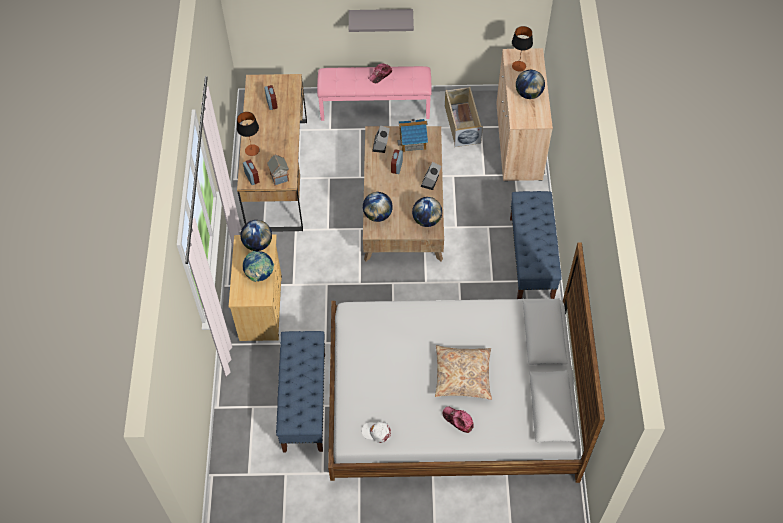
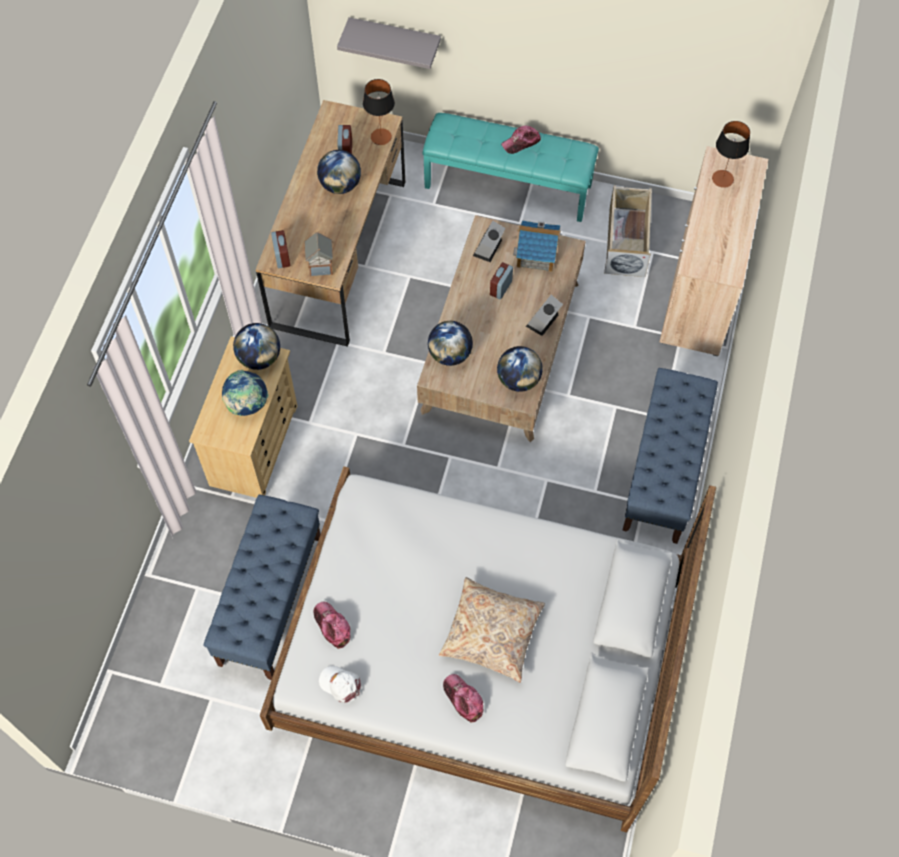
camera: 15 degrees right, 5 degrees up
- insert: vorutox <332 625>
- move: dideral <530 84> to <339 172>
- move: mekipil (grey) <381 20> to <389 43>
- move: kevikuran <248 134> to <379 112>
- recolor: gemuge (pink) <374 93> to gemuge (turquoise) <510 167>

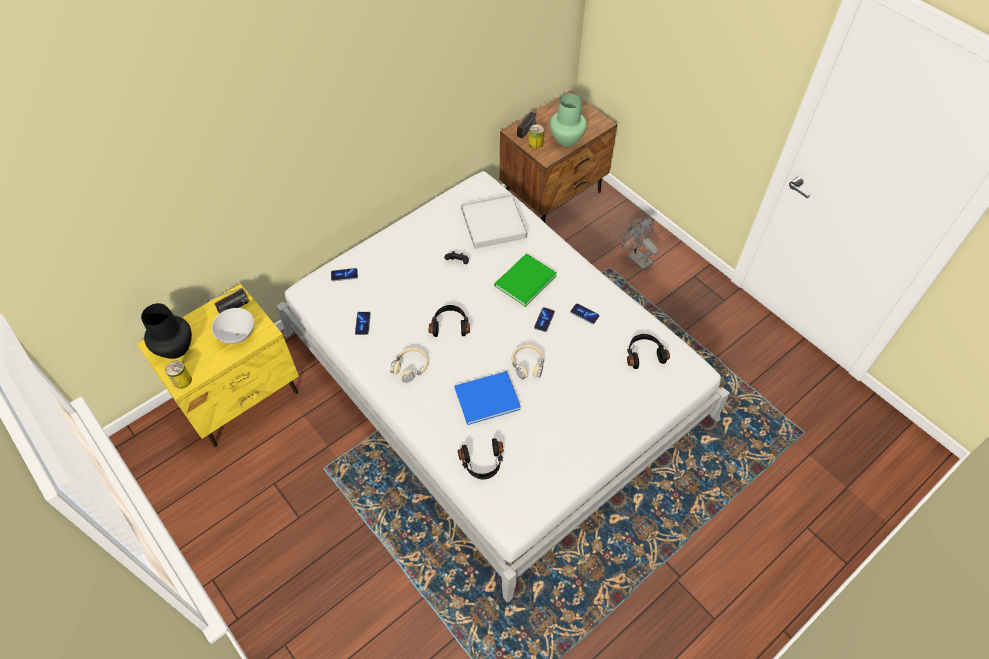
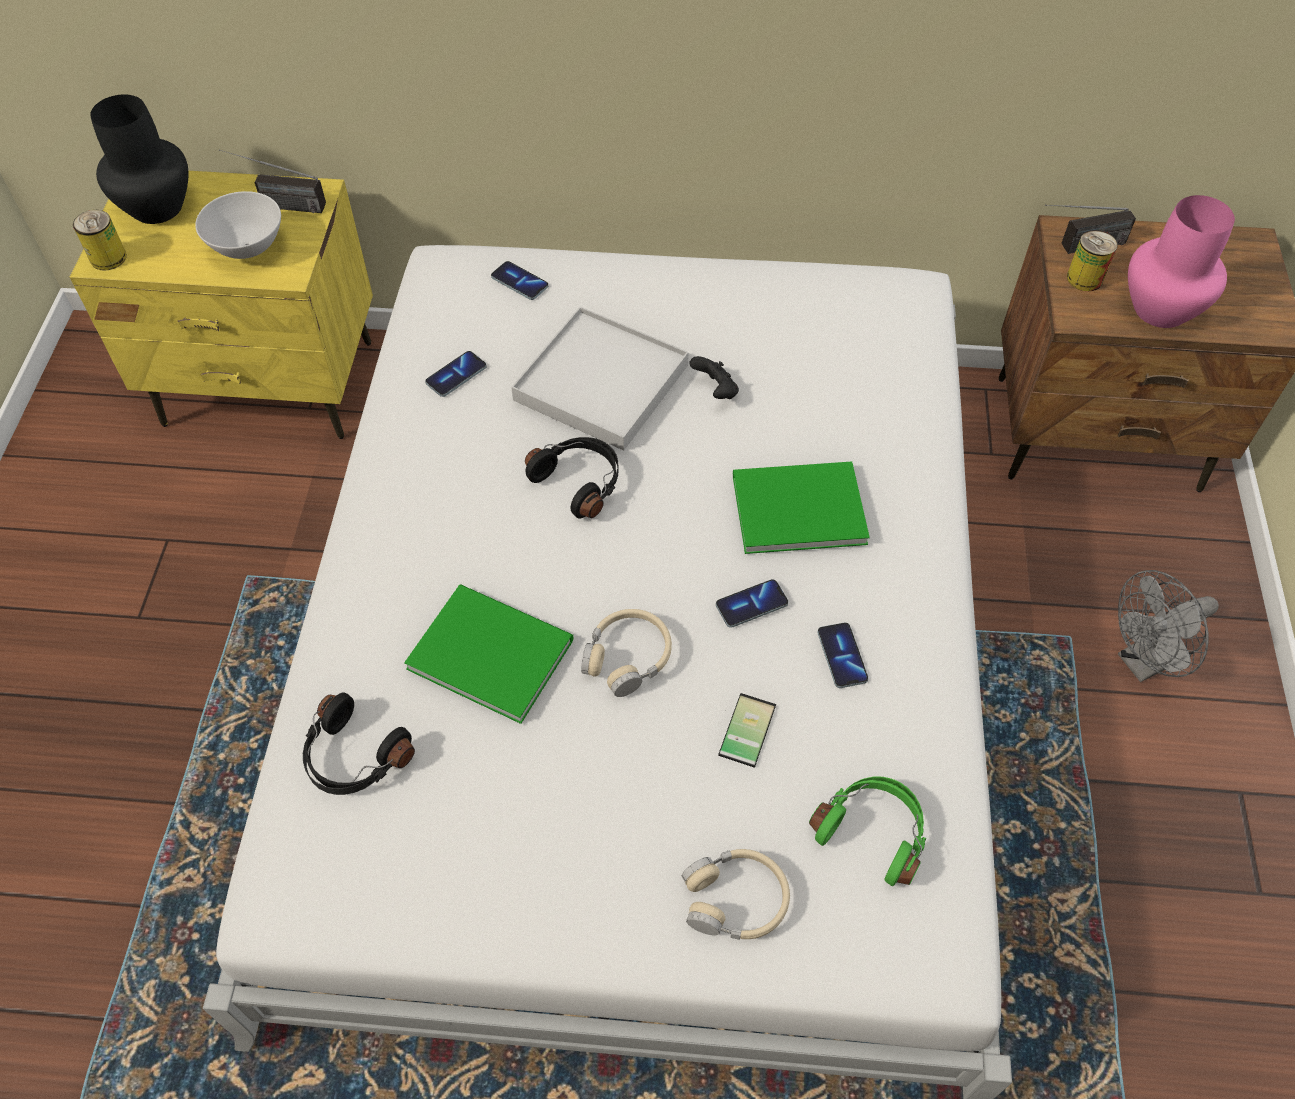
camera: 45 degrees right, 0 degrees up
- recolor: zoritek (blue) <487 398> to zoritek (green) <488 654>
- move: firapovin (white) <494 221> to <600 379>
- move: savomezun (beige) <409 365> to <736 894>
- insert: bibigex <747 730>
- recolor: savomezun (black) <648 351> to savomezun (green) <867 831>
- rotate: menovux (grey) <640 244> = <1168 626> 120 degrees counterclockwise
- recolor: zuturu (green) <568 120> to zuturu (pink) <1181 261>

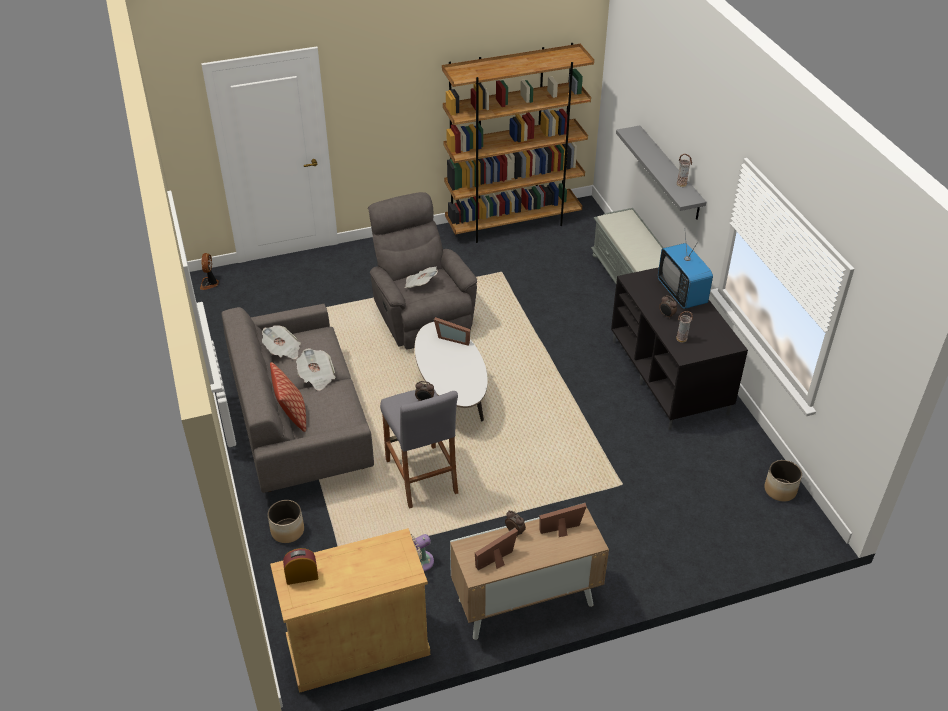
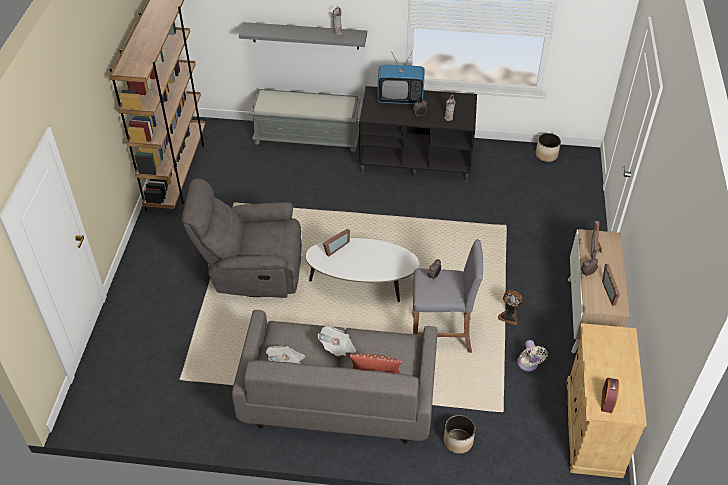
camera: 65 degrees left, 5 degrees up
- move: menovux <209 271> to <510 307>
- delete: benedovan <421 277>

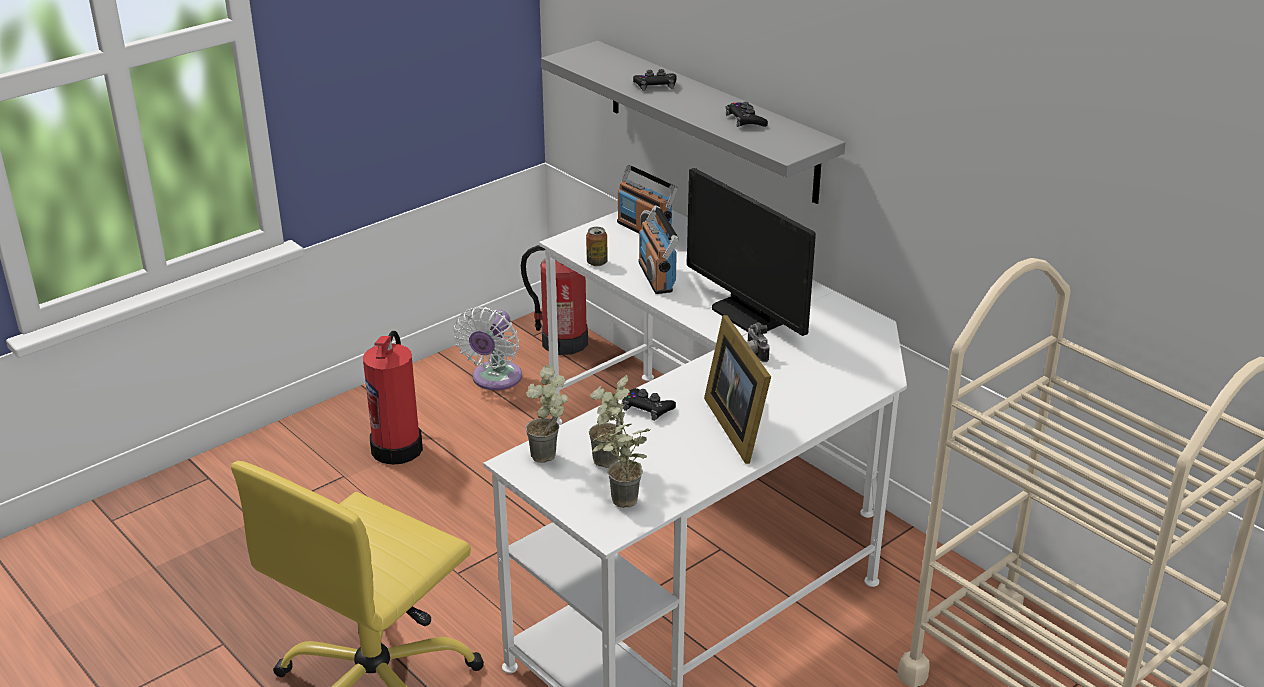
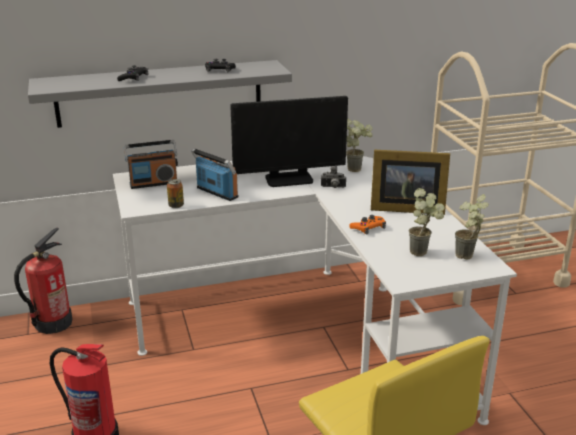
camera: 65 degrees left, 5 degrees down
- rotate: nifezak <659 249> = <214 174> 150 degrees counterclockwise
- move: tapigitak <546 414> to <359 145>
- recolor: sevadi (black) <649 404> to sevadi (orange) <367 225>
- delete: menovux (white) <487 348>

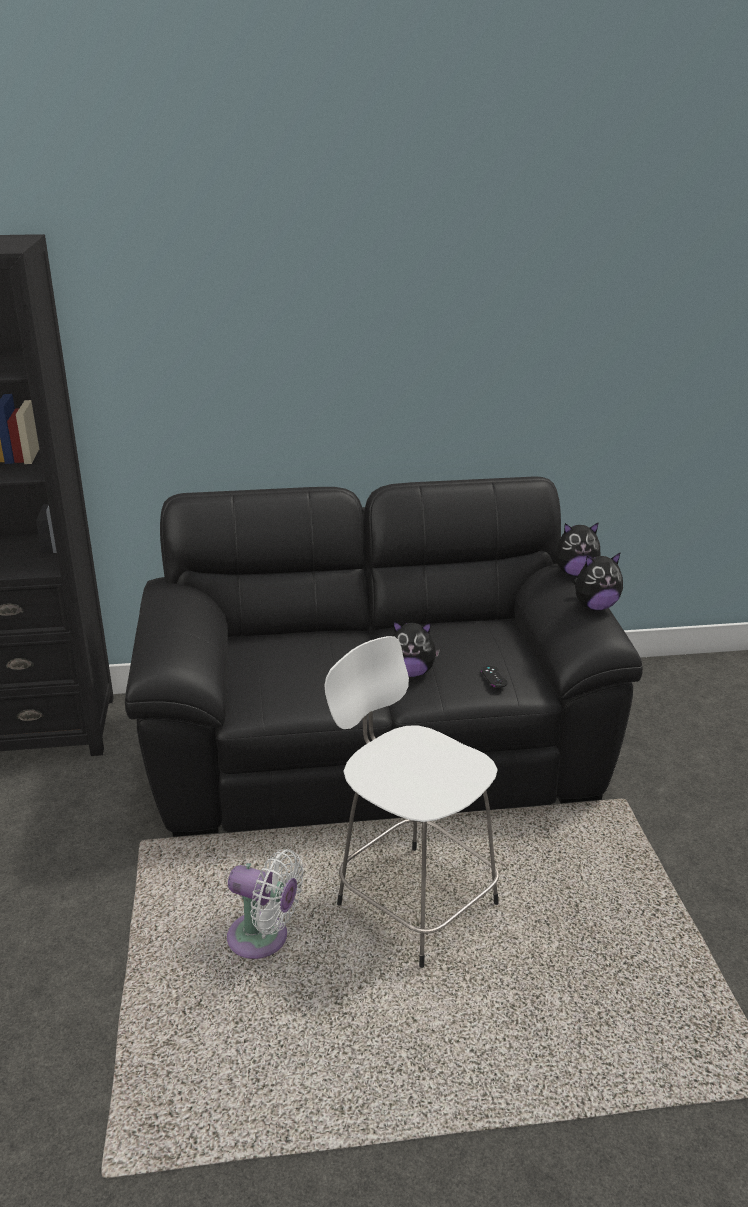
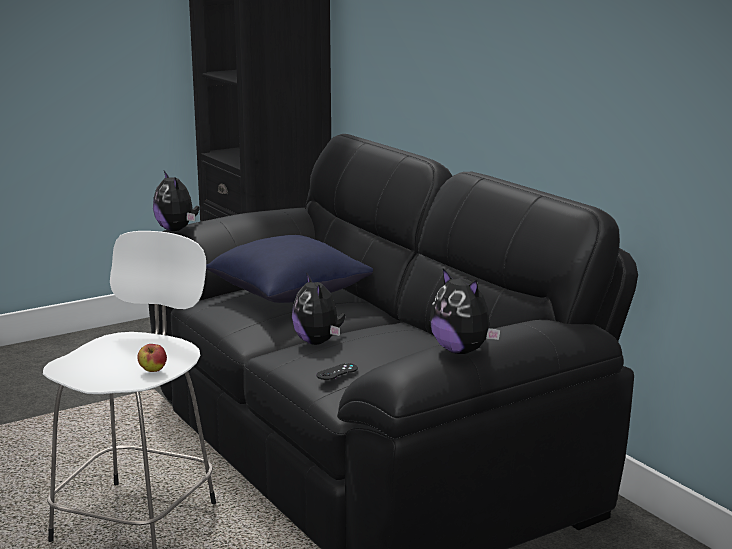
camera: 65 degrees right, 10 degrees down
- insert: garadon <152 358>
- move: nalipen <578 549> to <176 201>
- insert: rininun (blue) <289 269>
- delete: menovux (white) <265 904>

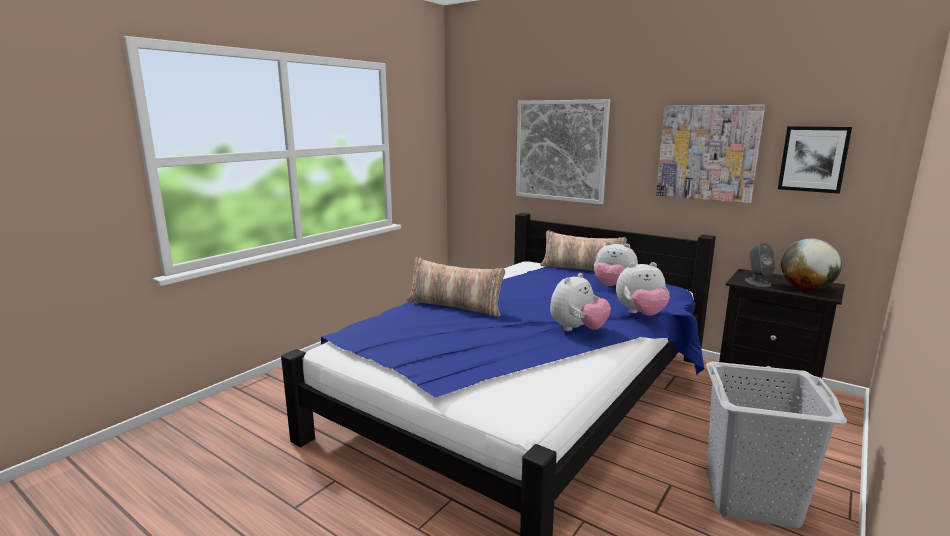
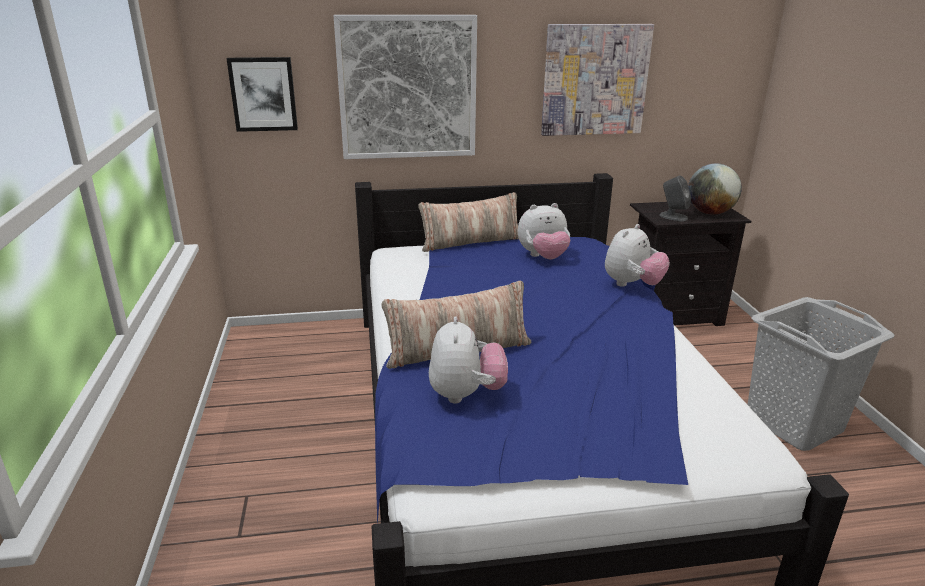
camera: 45 degrees left, 10 degrees up
- move: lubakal <815 160> to <262 94>
- move: nalipen <580 302> to <468 360>

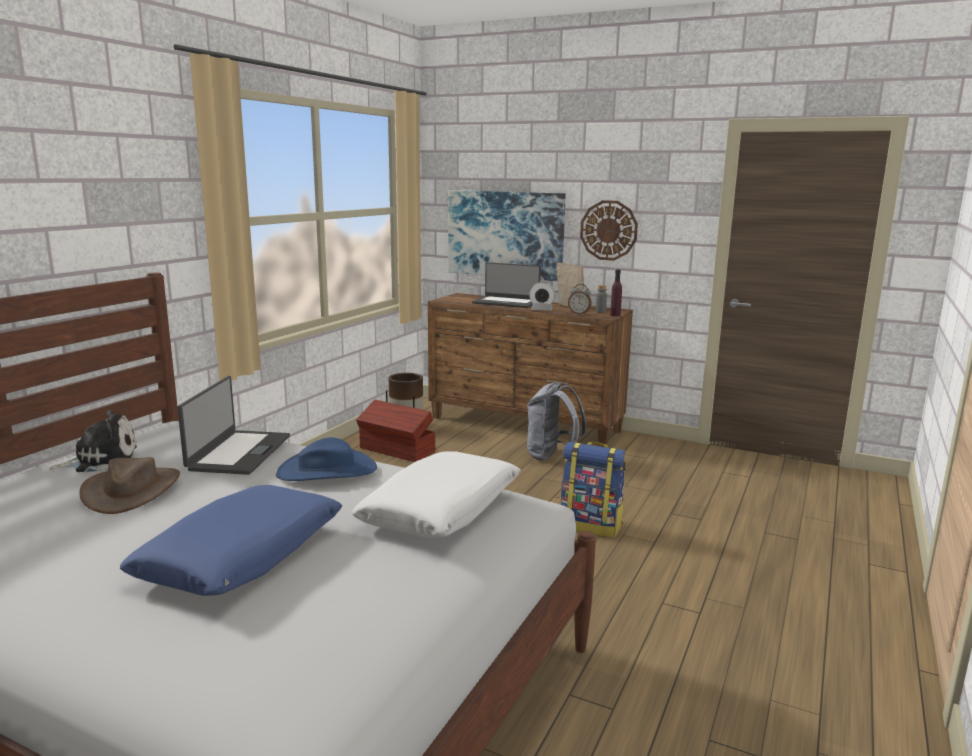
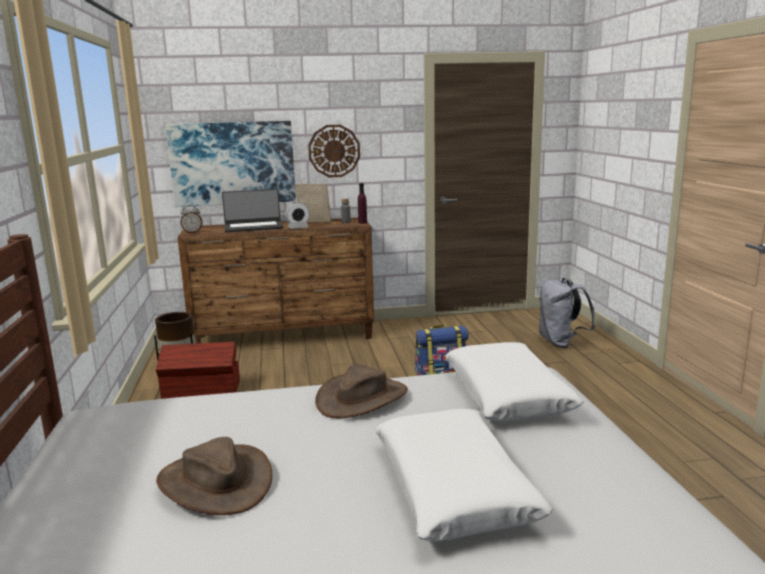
camera: 35 degrees left, 0 degrees up
- move: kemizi <580 299> to <191 219>
- recolor: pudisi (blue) <326 459> to pudisi (brown) <361 391>
- recolor: rininun (blue) <231 540> to rininun (white) <464 475>
- move: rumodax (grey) <557 421> to <567 313>
- delete: nalipen <93 441>
- delete: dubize <233 425>

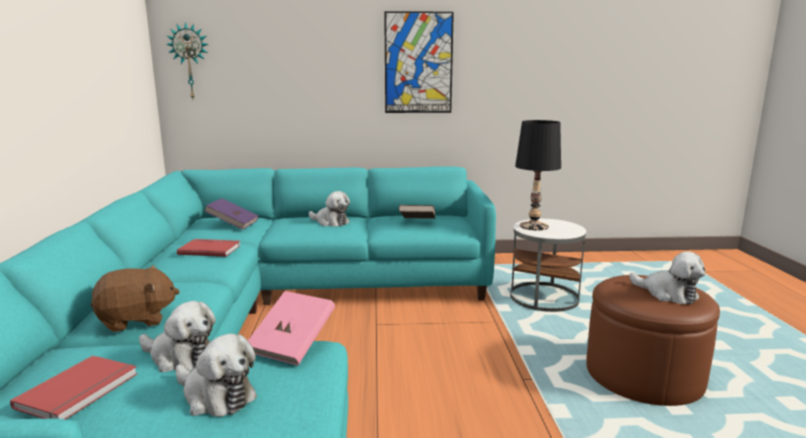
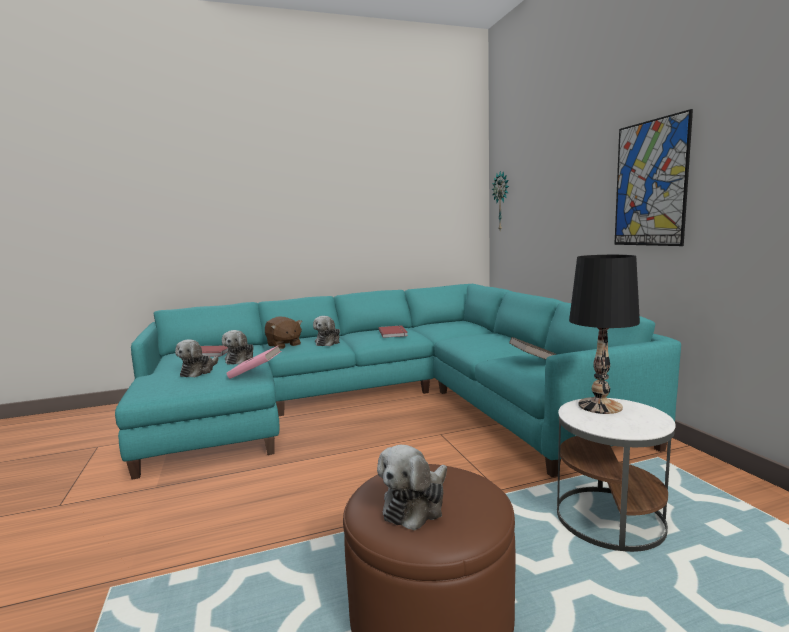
camera: 75 degrees right, 5 degrees down
- move: nalipen <329 209> to <326 331>
- delete: zoritek (purple) <231 214>

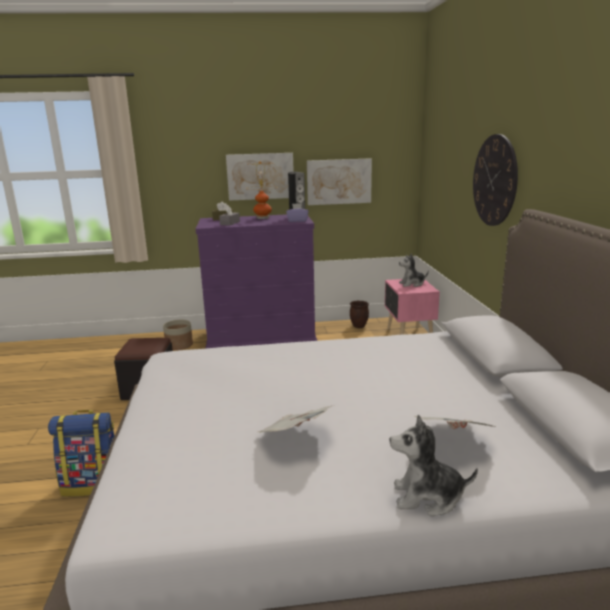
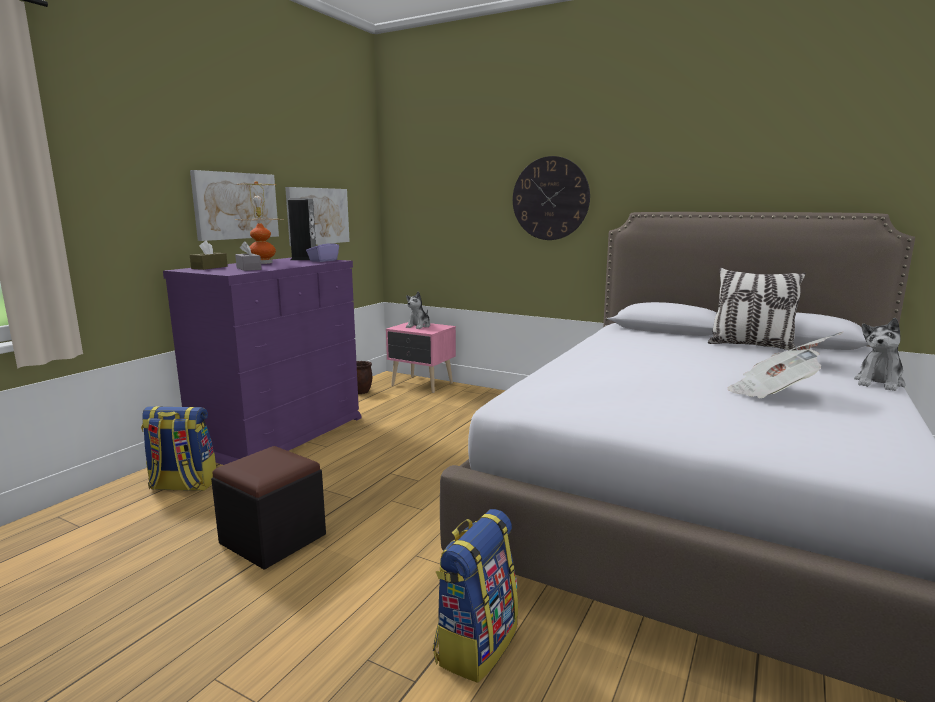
camera: 55 degrees left, 5 degrees down
- replace: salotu <178 334> to rumodax <178 448>
- insert: rininun <757 309>

